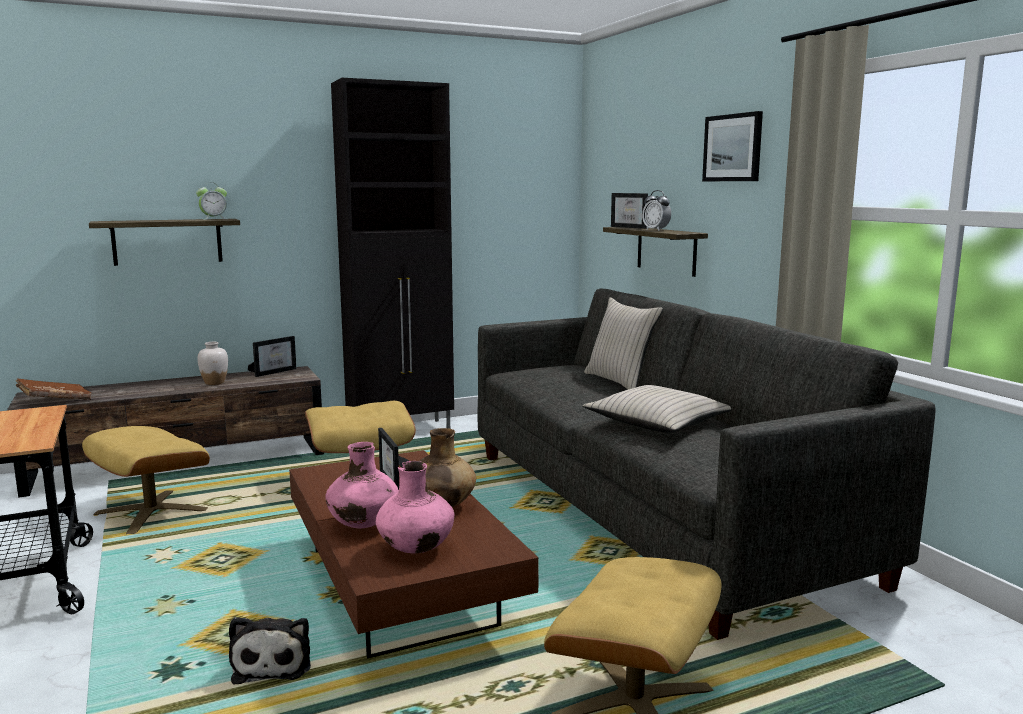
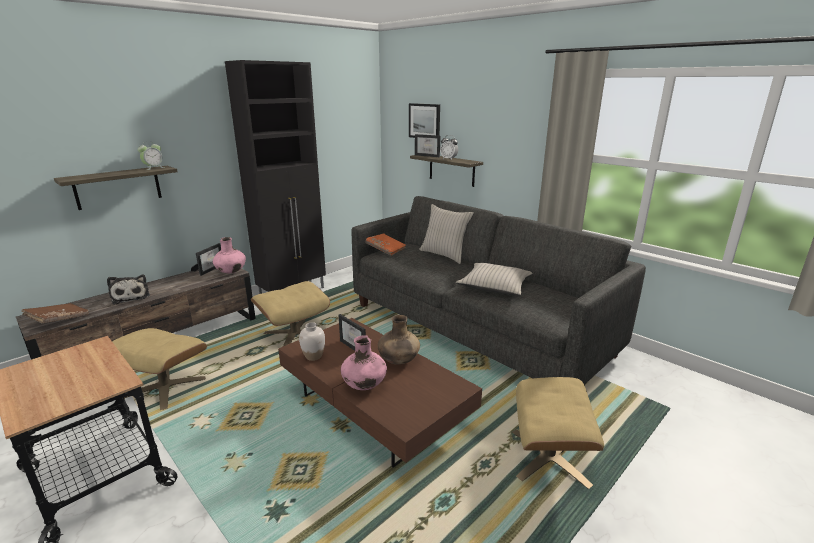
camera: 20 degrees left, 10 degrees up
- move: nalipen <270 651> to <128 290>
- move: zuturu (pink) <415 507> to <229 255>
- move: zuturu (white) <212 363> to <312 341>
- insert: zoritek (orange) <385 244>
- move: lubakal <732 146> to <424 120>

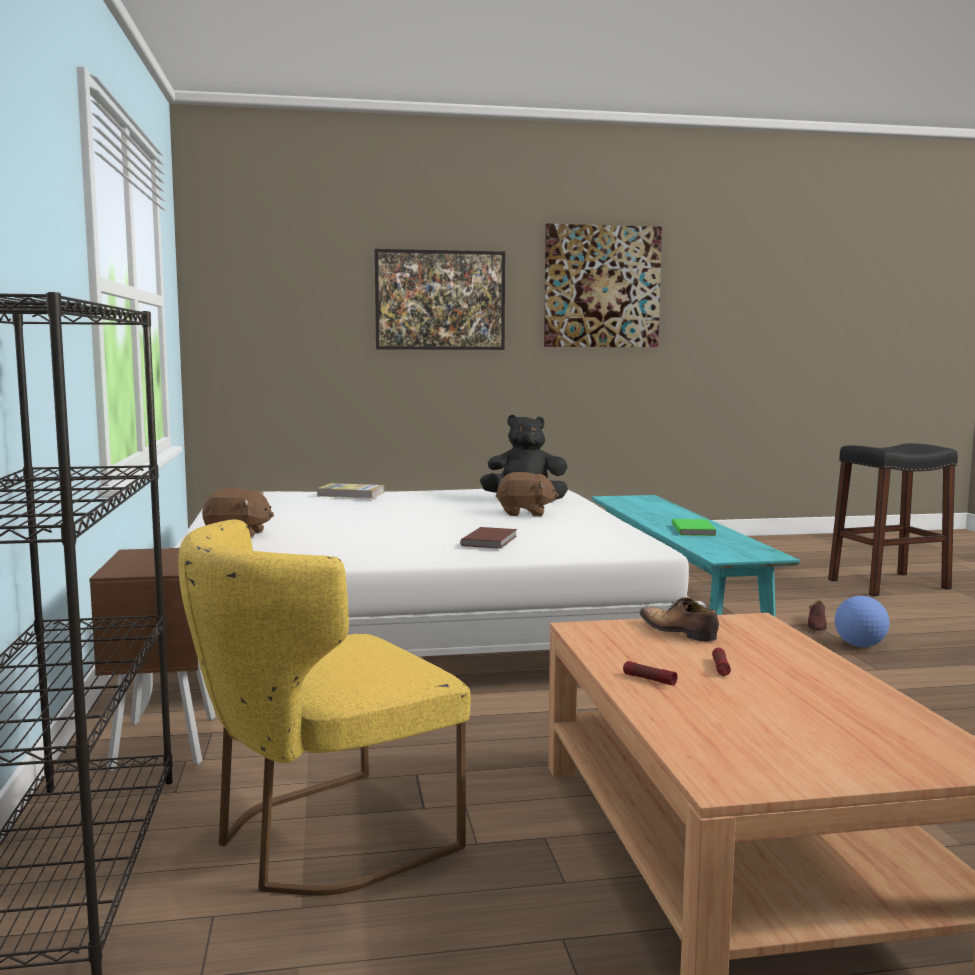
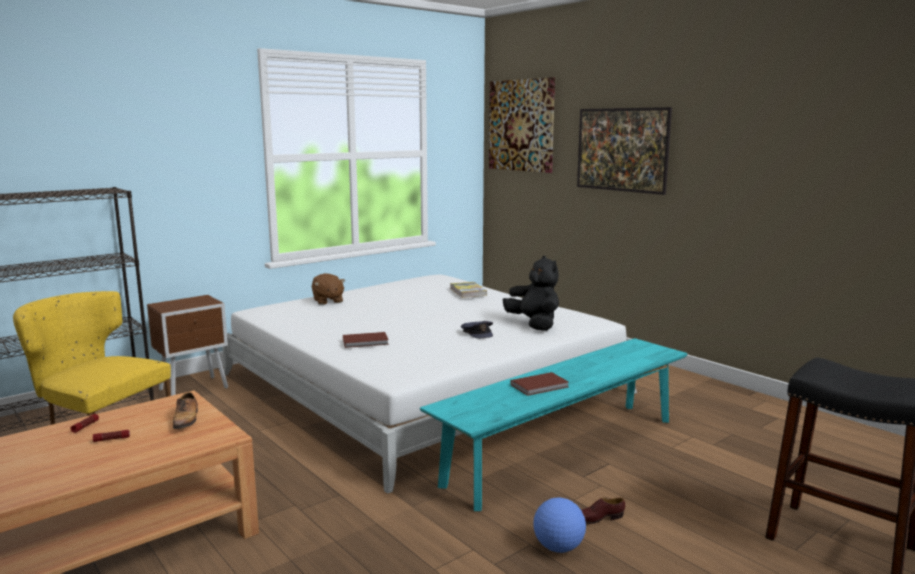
camera: 60 degrees right, 5 degrees up
- rotate: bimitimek <679 619> = <185 410> 150 degrees clockwise
- replace: nalipen (brown) <527 494> to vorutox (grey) <477 329>
- move: lubakal <603 285> to <522 125>
- recolor: zoritek (green) <694 527> to zoritek (brown) <539 384>

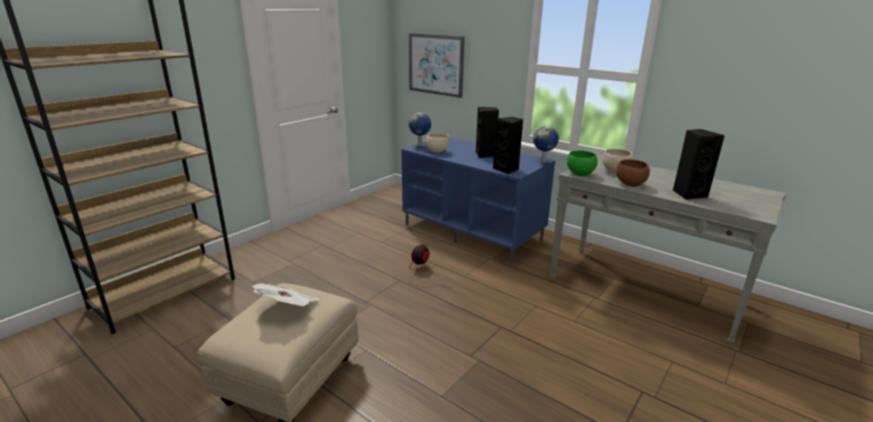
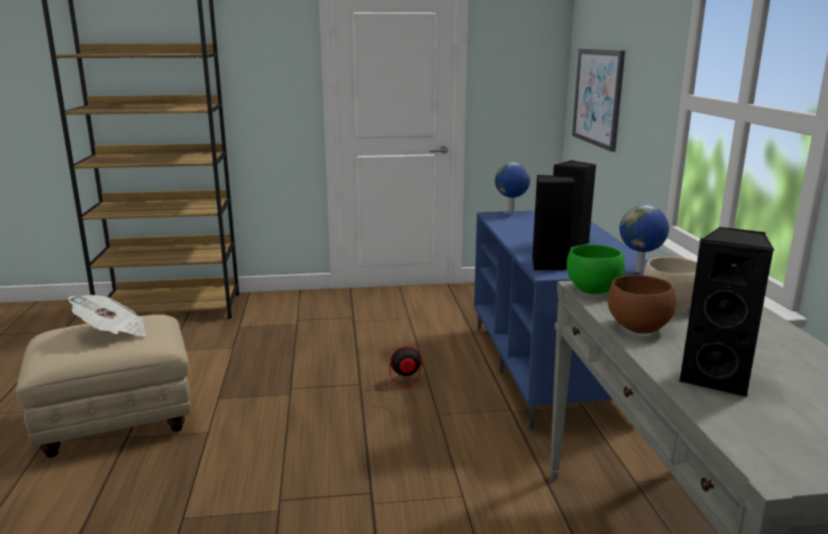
camera: 45 degrees right, 5 degrees down
- delete: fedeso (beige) <437 143>

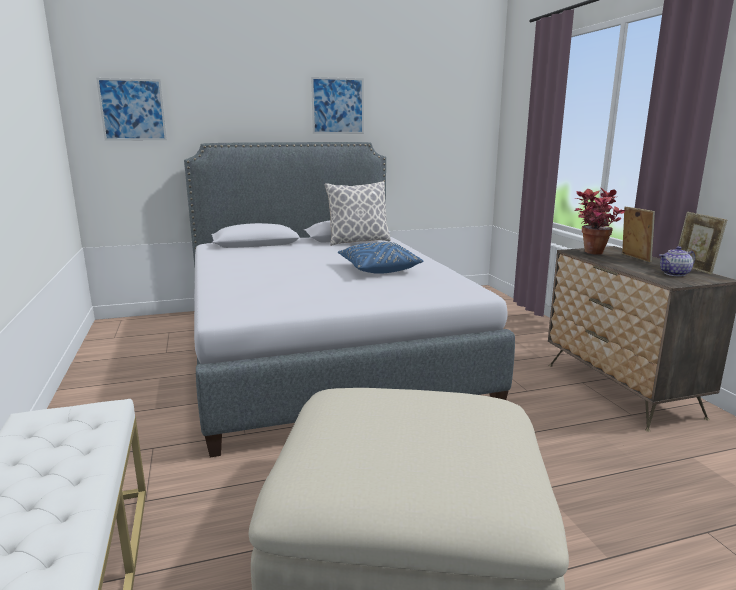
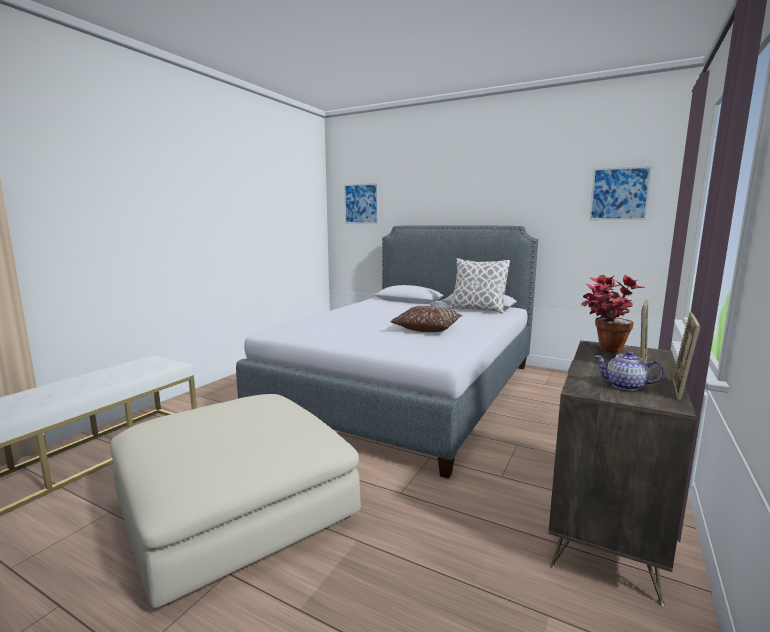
camera: 45 degrees right, 5 degrees down
- recolor: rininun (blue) <380 258> to rininun (brown) <426 319>
- move: lubakal <337 105> to <620 193>

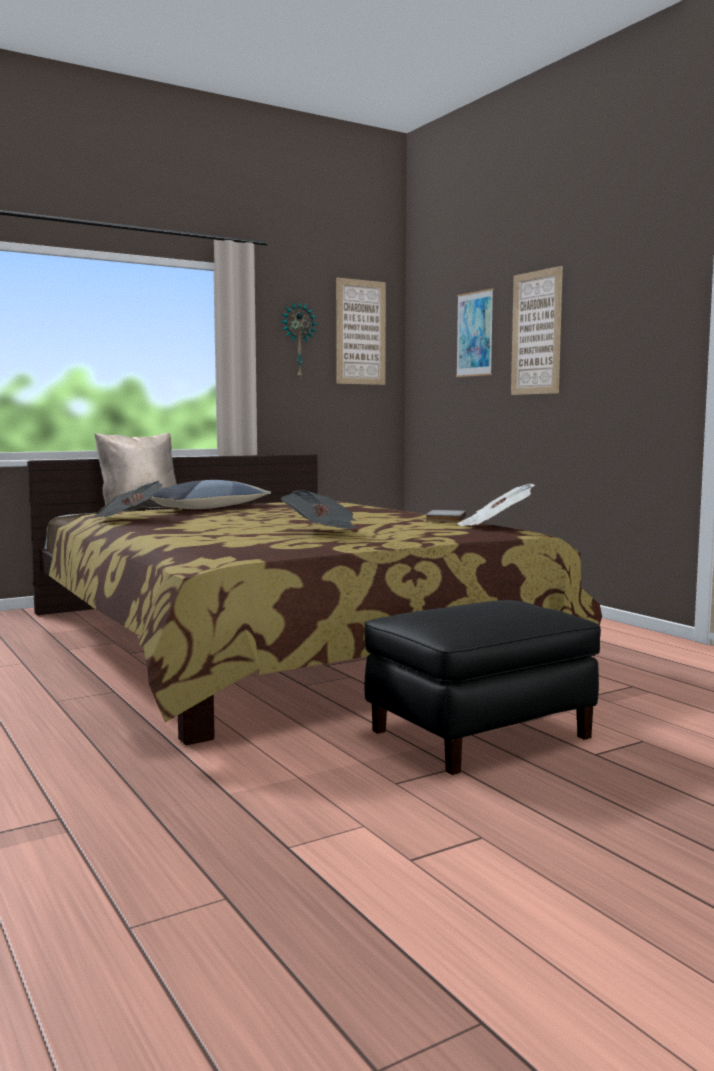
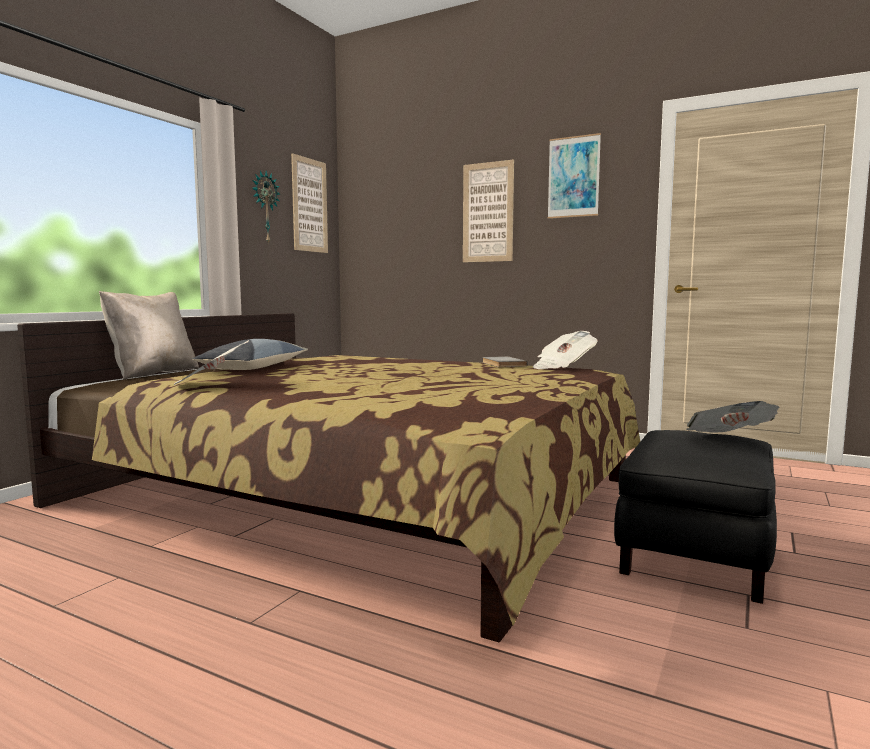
camera: 30 degrees left, 0 degrees up
- move: lubakal <475 332> to <574 176>
- move: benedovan <318 509> to <733 417>

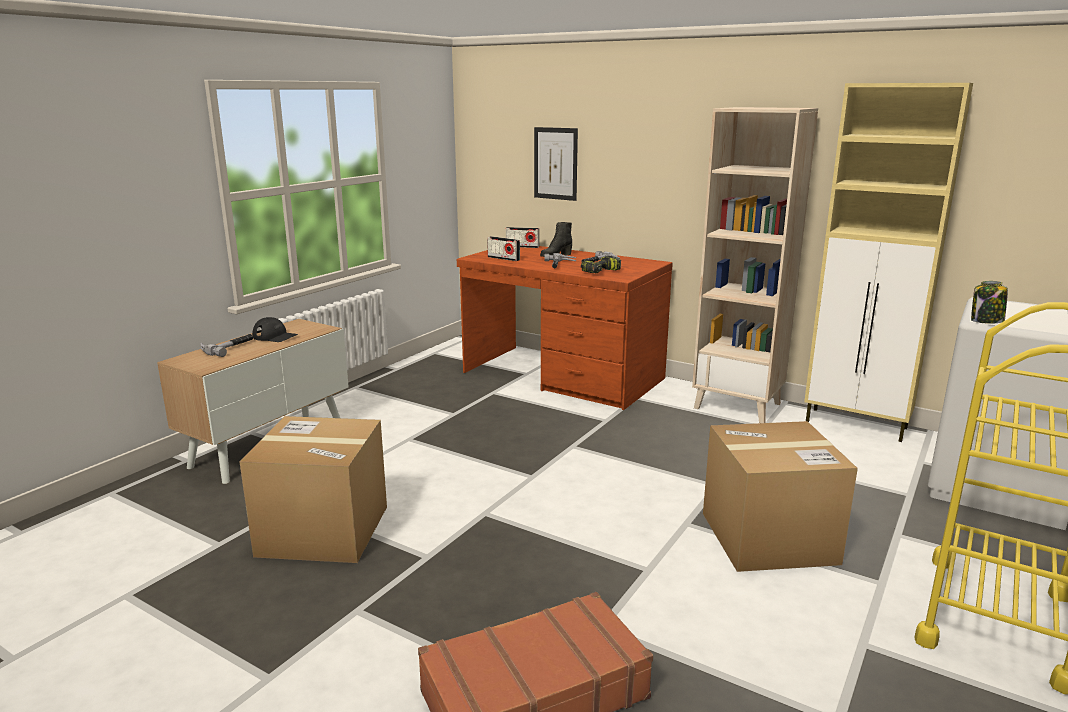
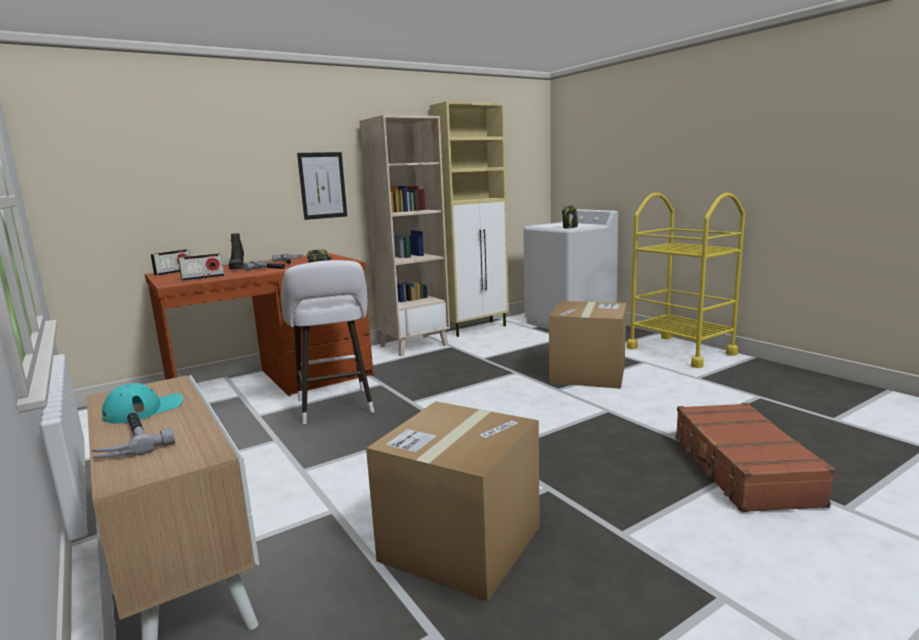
camera: 65 degrees left, 5 degrees down
- recolor: vorutox (black) <275 329> to vorutox (turquoise) <142 403>
- insert: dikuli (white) <327 342>
- move: lubakal <556 164> to <322 186>

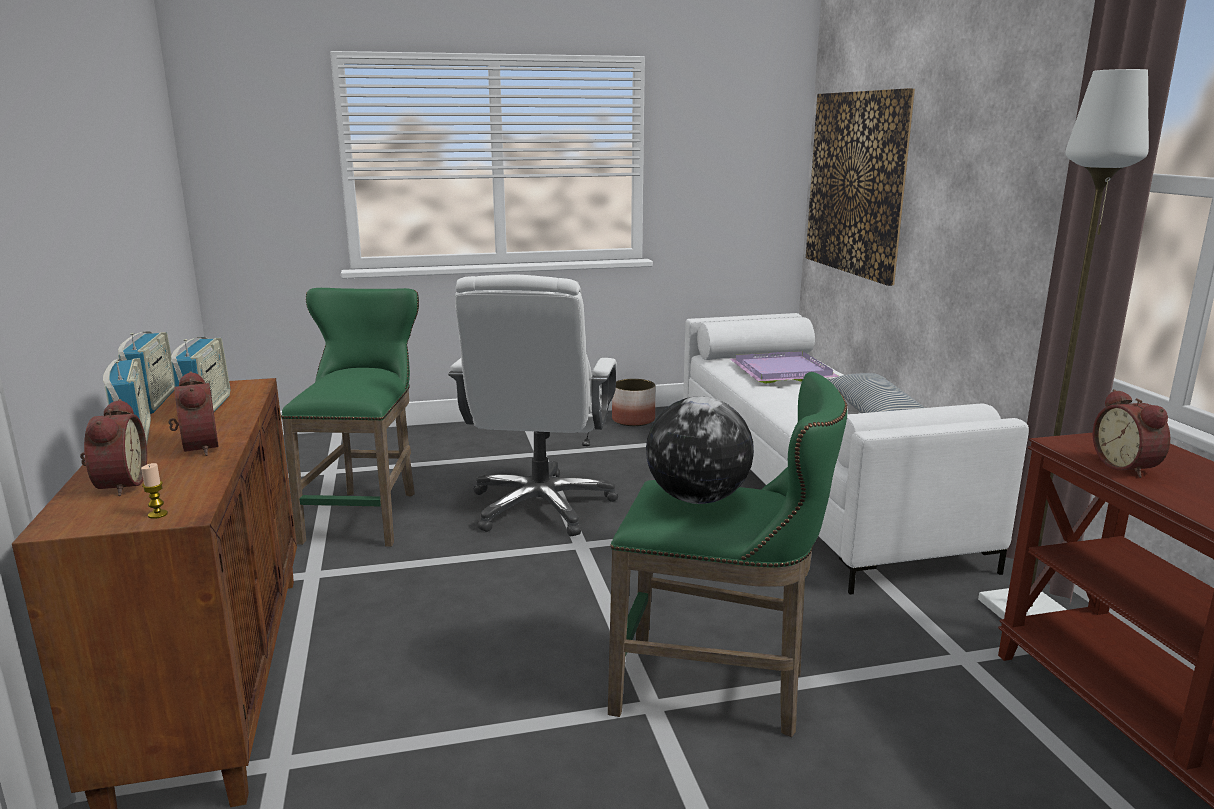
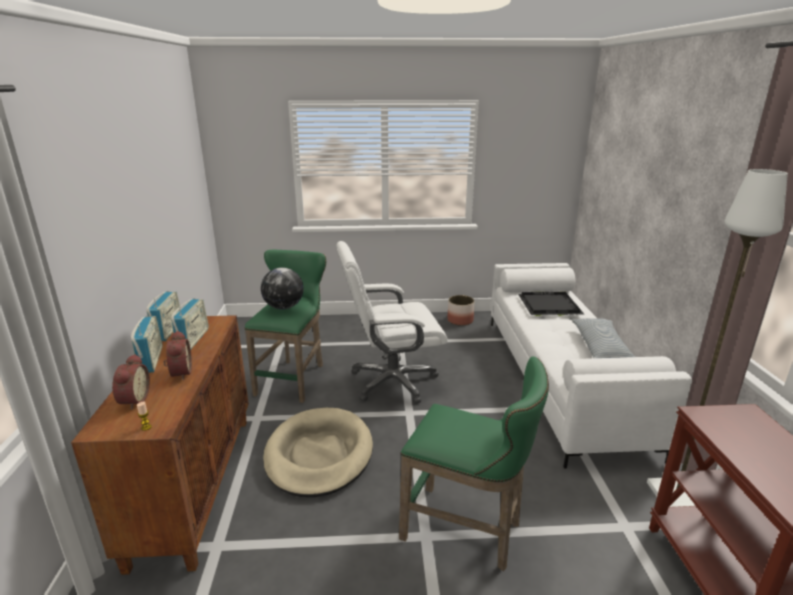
camera: 10 degrees right, 5 degrees up
- move: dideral <700 450> to <282 288>
- insert: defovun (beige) <318 452>
- rotate: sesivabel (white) <533 405> = <391 322> 60 degrees clockwise
- recolor: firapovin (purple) <784 367> to firapovin (black) <551 304>
- delete: lubakal <860 187>
- delete: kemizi <1131 433>

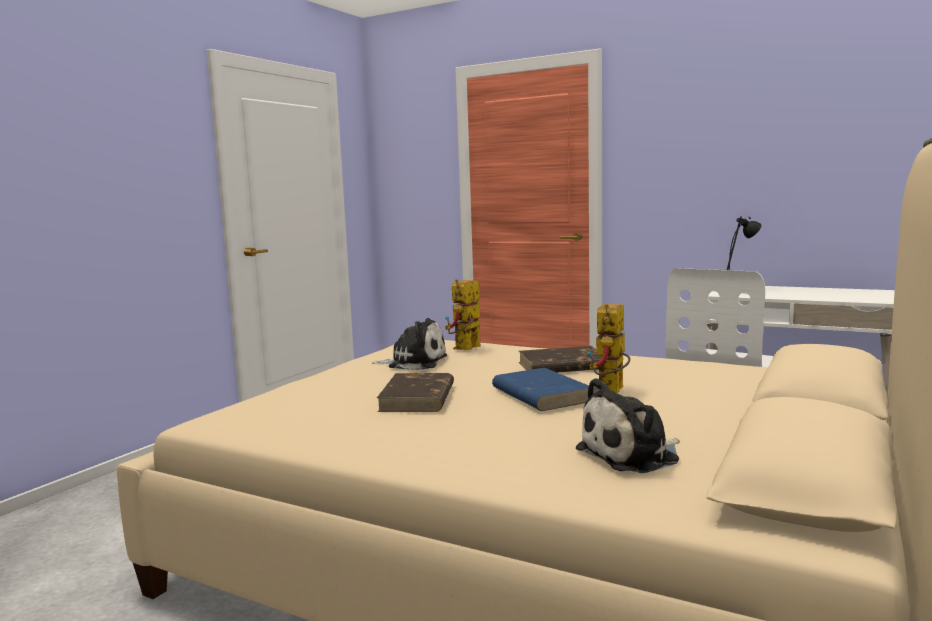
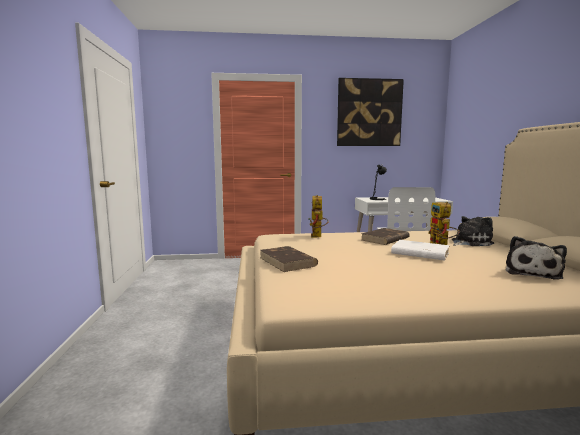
camera: 35 degrees left, 0 degrees up
- move: zoritek (brown) <415 392> to <289 259>
- insert: lubakal <370 112>
- recolor: zoritek (blue) <540 389> to zoritek (white) <420 250>
- move: nalipen <409 344> to <473 231>

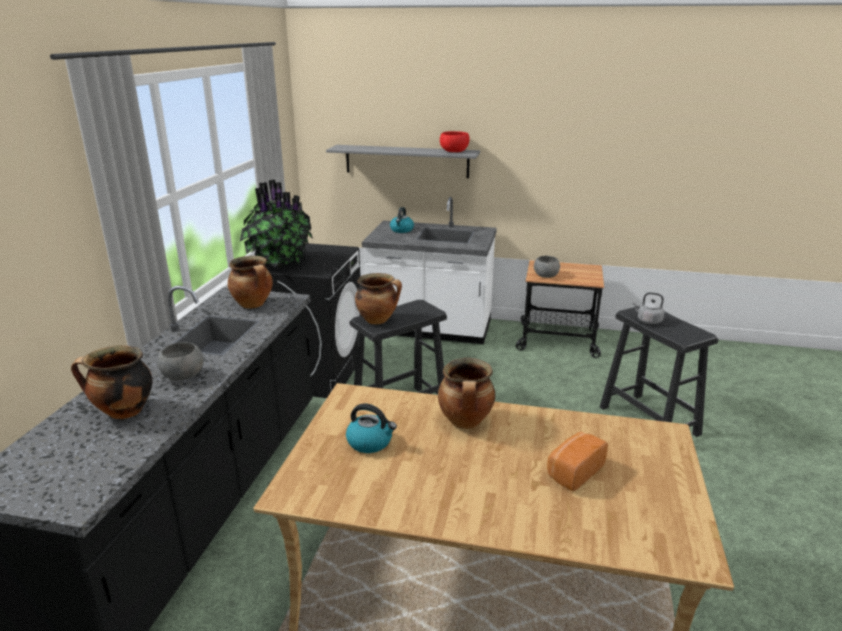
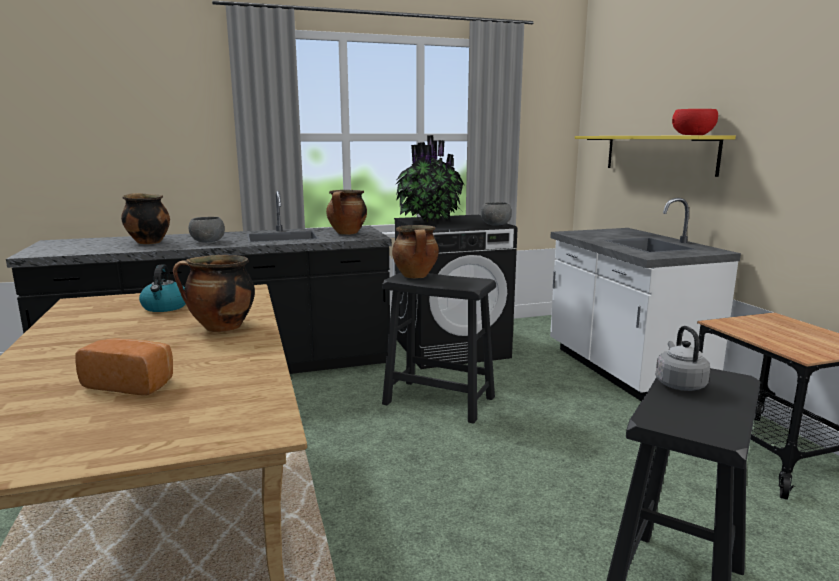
camera: 60 degrees right, 10 degrees down
- move: fedeso (grey) <547 267> to <496 214>
- recolor: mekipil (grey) <403 161> to mekipil (yellow) <655 156>
- delete: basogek <402 220>

